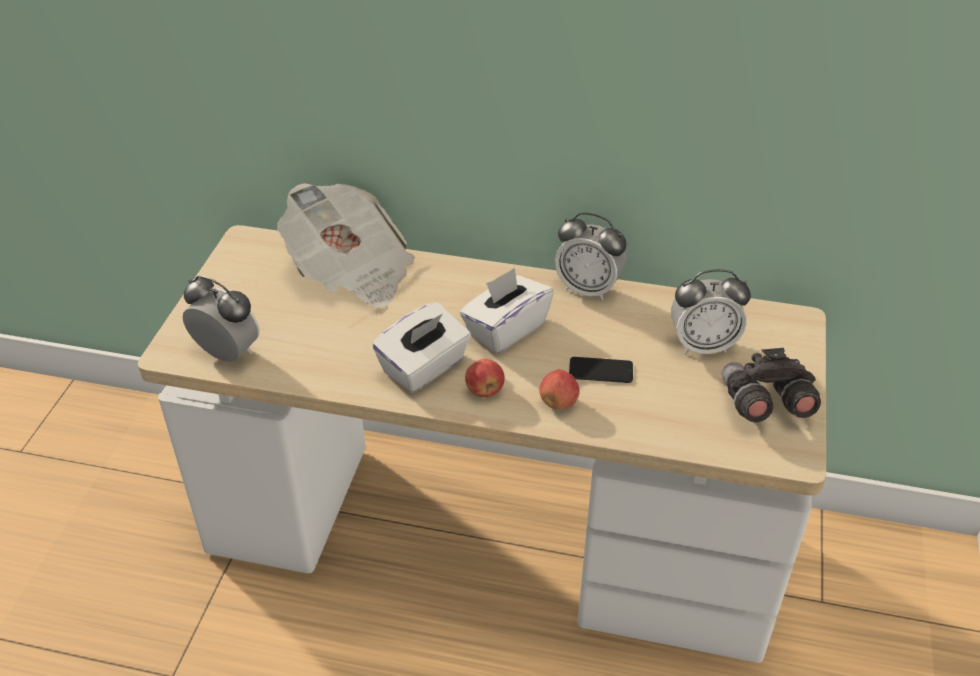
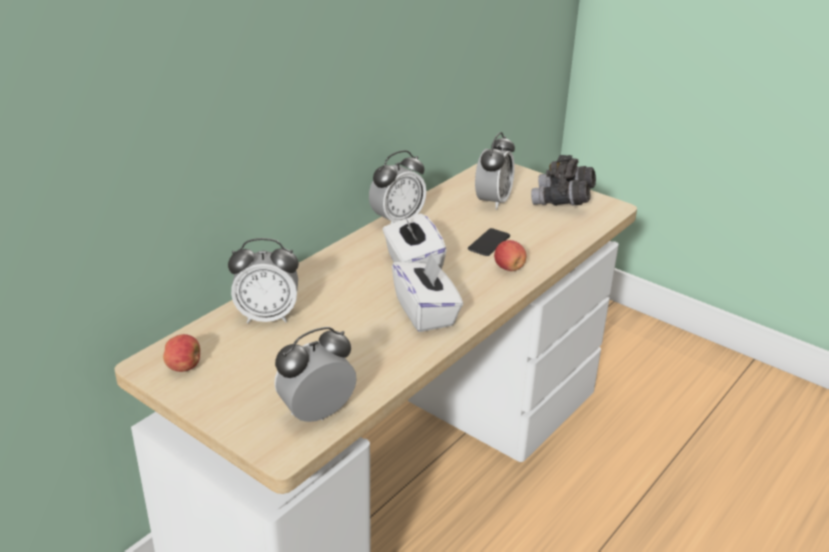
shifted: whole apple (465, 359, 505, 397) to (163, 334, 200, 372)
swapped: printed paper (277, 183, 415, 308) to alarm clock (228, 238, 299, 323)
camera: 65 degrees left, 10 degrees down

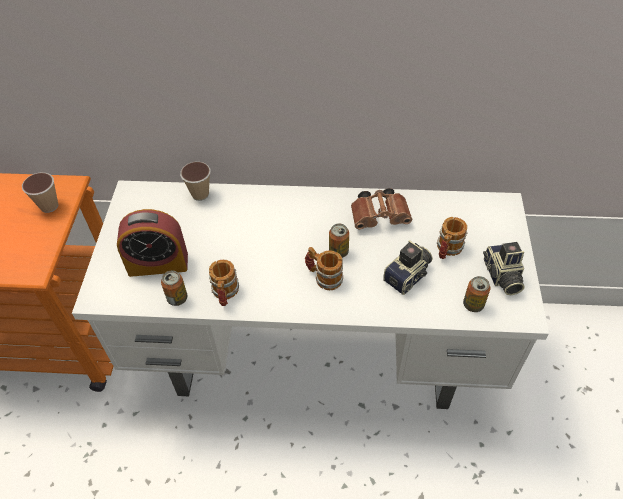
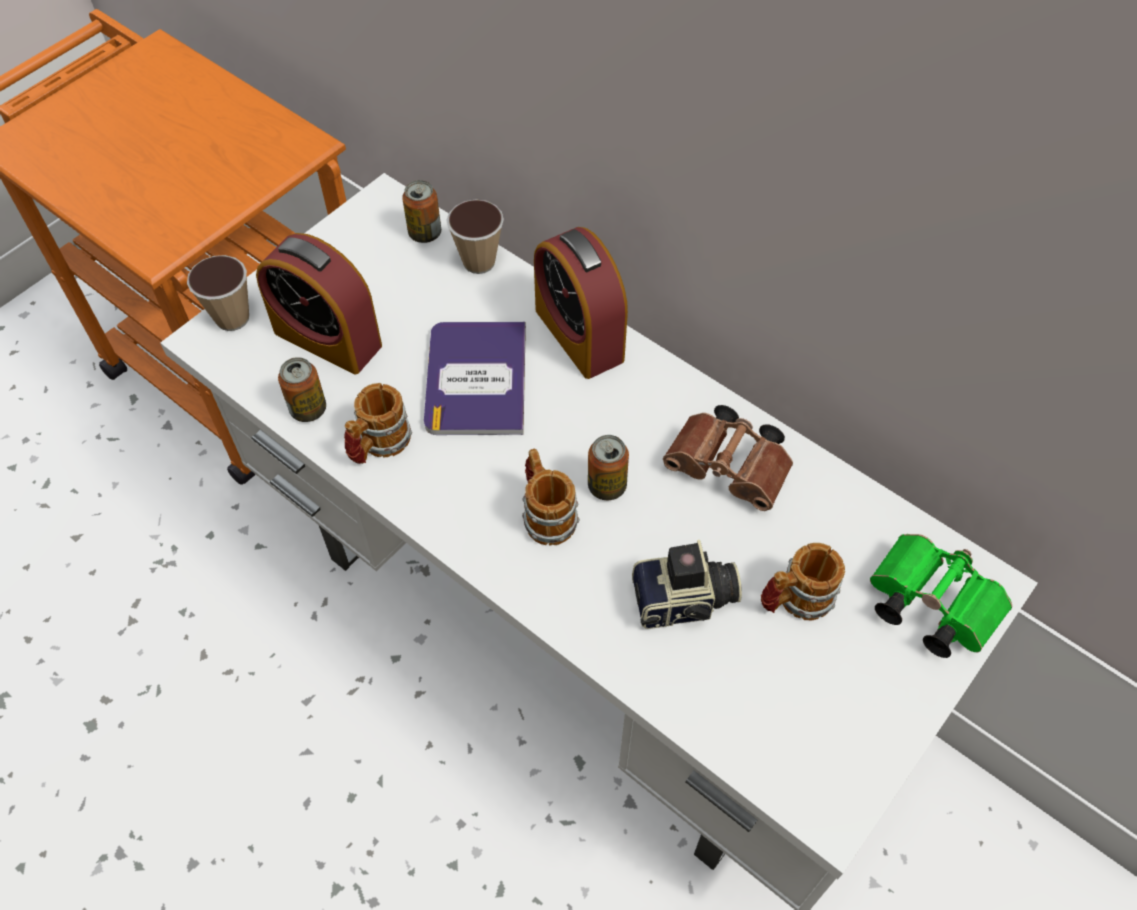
gone: still camera (483, 242, 525, 295)
new: volume (424, 322, 526, 435); alarm clock (534, 227, 628, 379); field glasses/green (870, 534, 1012, 658)
shifted: drinking cup (22, 173, 58, 213) to (187, 255, 249, 331); sealed can (463, 276, 490, 312) to (402, 180, 441, 243)
camera: 35 degrees right, 5 degrees up

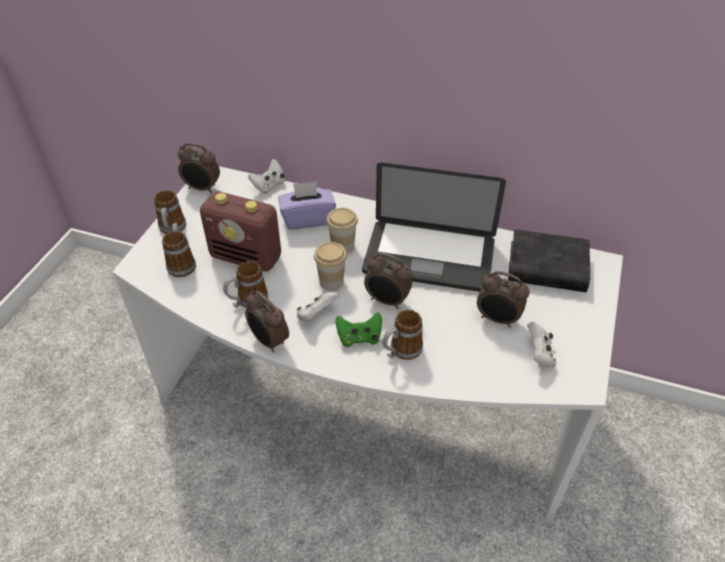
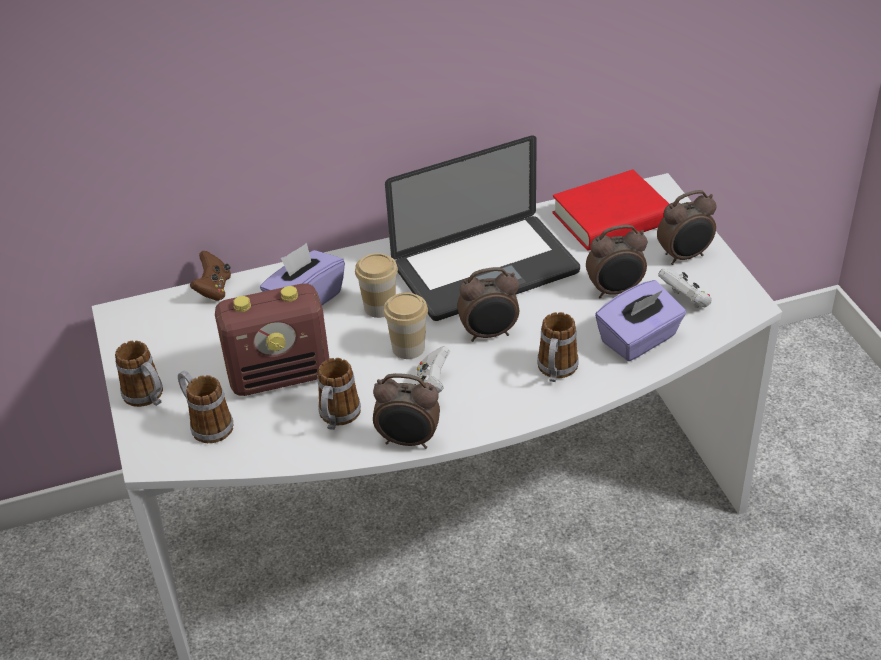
gone: gamepad/green (336, 312, 382, 347)
new: tissue box/purple (595, 280, 686, 361)
shifted: alarm clock (178, 143, 220, 193) to (657, 190, 717, 265)
repainted: gamepad/whitish (248, 159, 285, 194) to gamepad/brown-coloured (190, 251, 231, 301); volume/black (508, 229, 590, 292) to volume/red (552, 169, 669, 251)
camera: 35 degrees left, 5 degrees down

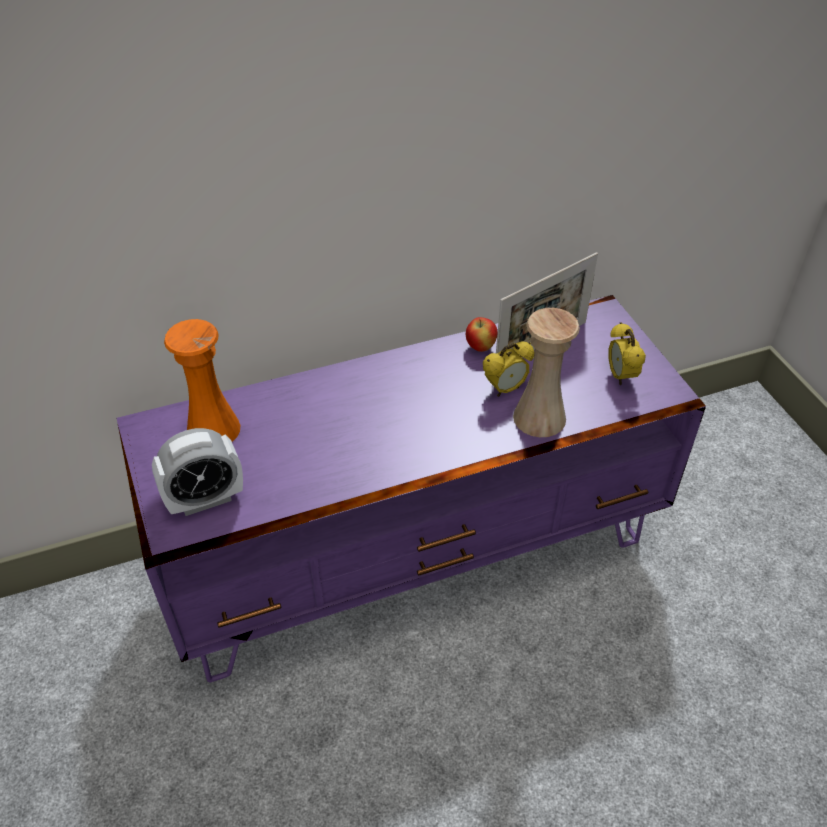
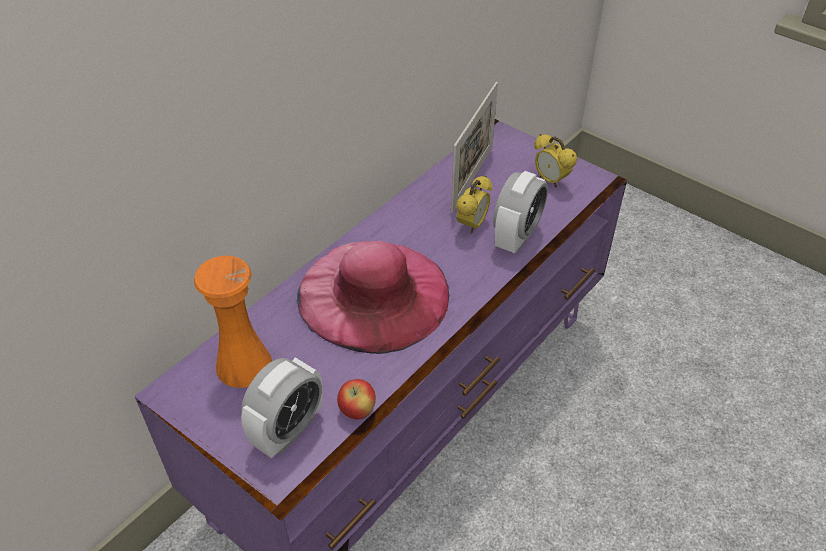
new: clothing hat/pink-coloured (297, 241, 449, 354)
shifted: whole apple (466, 317, 498, 352) to (337, 379, 376, 419)
swapped: flower vase/beige (513, 308, 580, 437) to alarm clock (493, 171, 548, 253)
camera: 30 degrees left, 0 degrees up

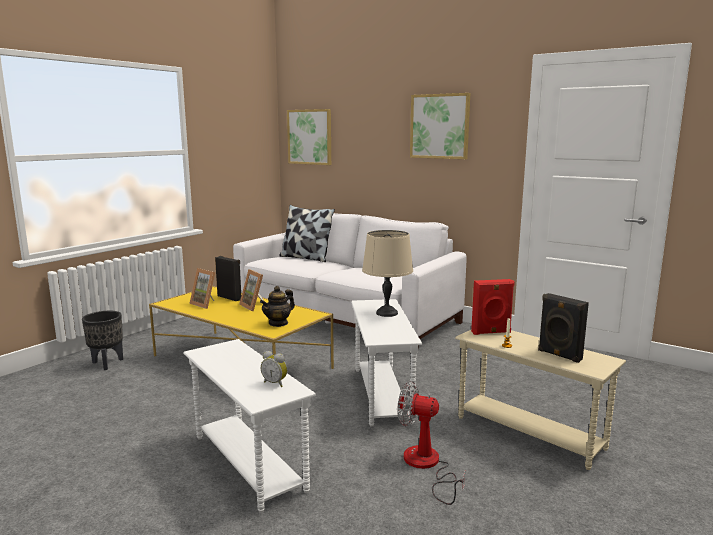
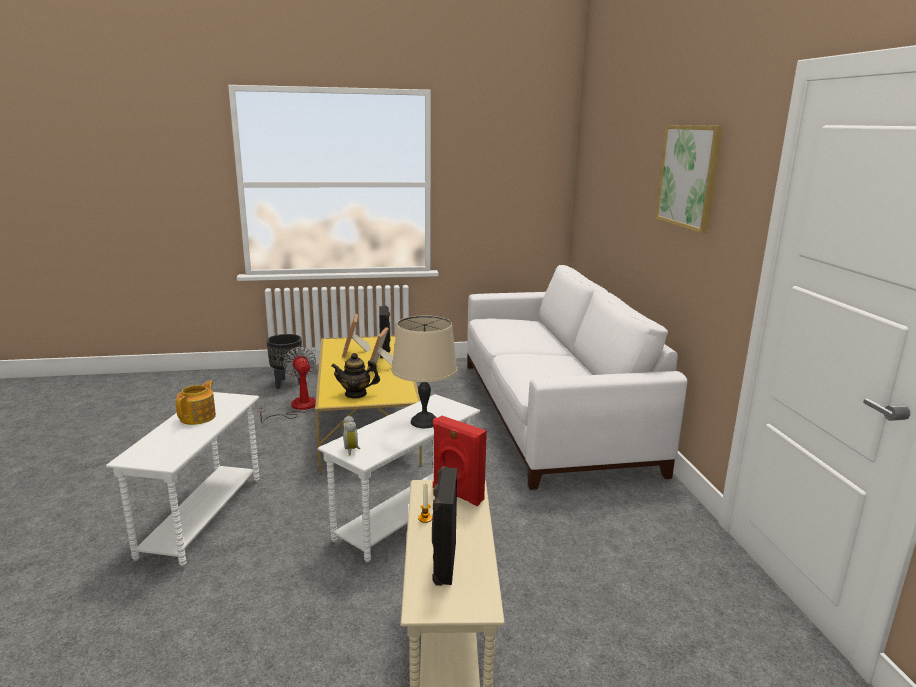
gone: cushion (280, 205, 335, 262); wall art (287, 109, 331, 165)
new: pot for tea (175, 381, 216, 425)
shifted: alarm clock (261, 351, 287, 387) to (343, 416, 360, 456); fan (397, 381, 466, 505) to (257, 347, 316, 423)
camera: 45 degrees right, 5 degrees up

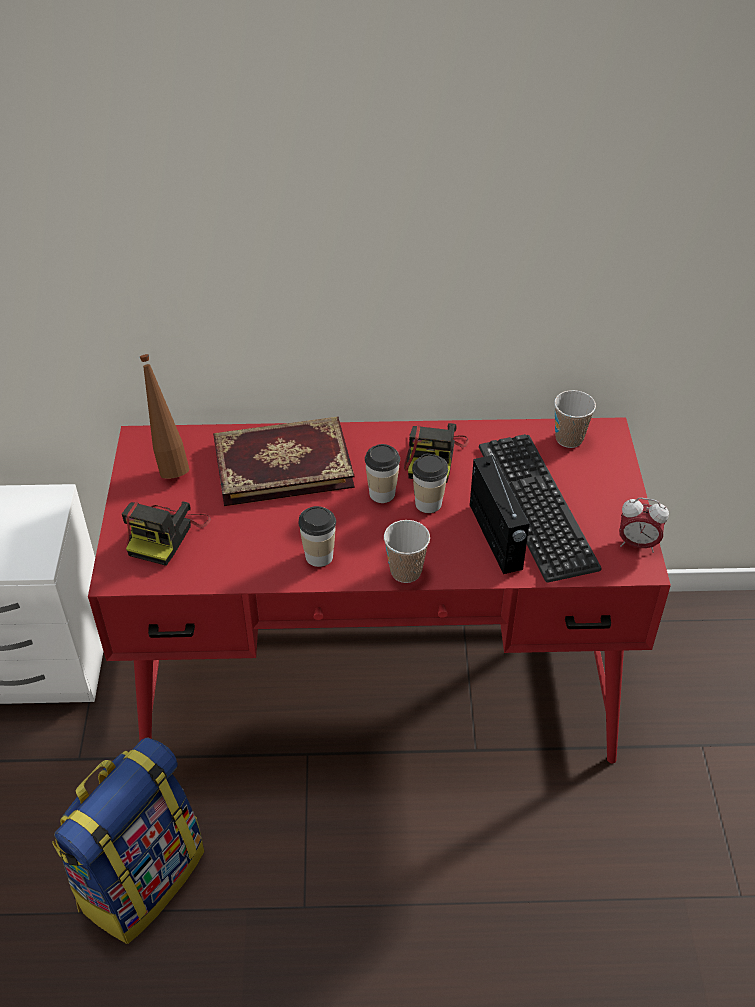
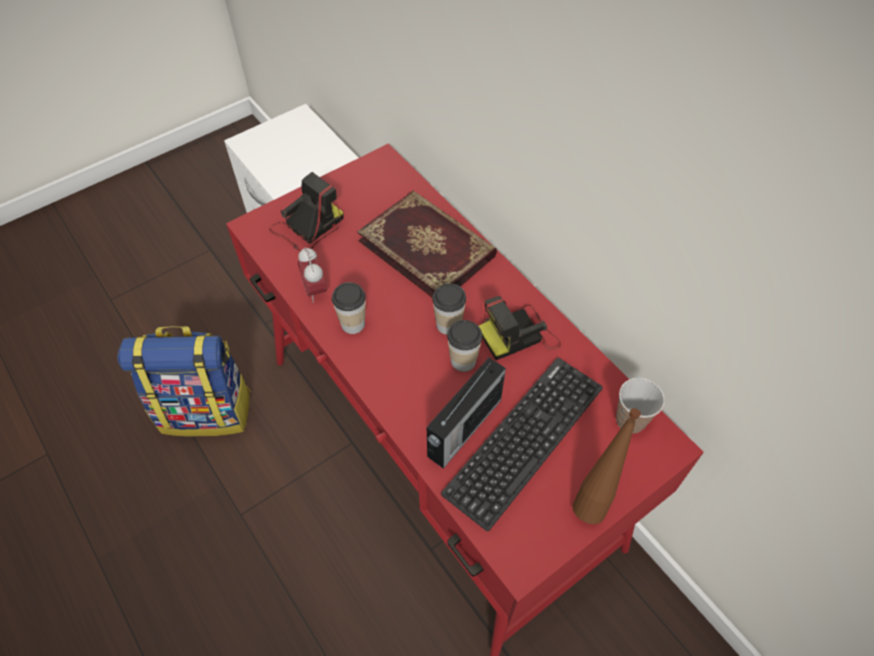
gone: drinking cup (384, 520, 430, 583)
shifted: beverage bottle/brown-coloured (140, 354, 190, 479) to (572, 408, 641, 524); alarm clock (619, 498, 669, 553) to (298, 247, 327, 303)
rotated: still camera (122, 501, 211, 566) = (269, 172, 344, 252) 150 degrees clockwise
camera: 55 degrees right, 10 degrees up

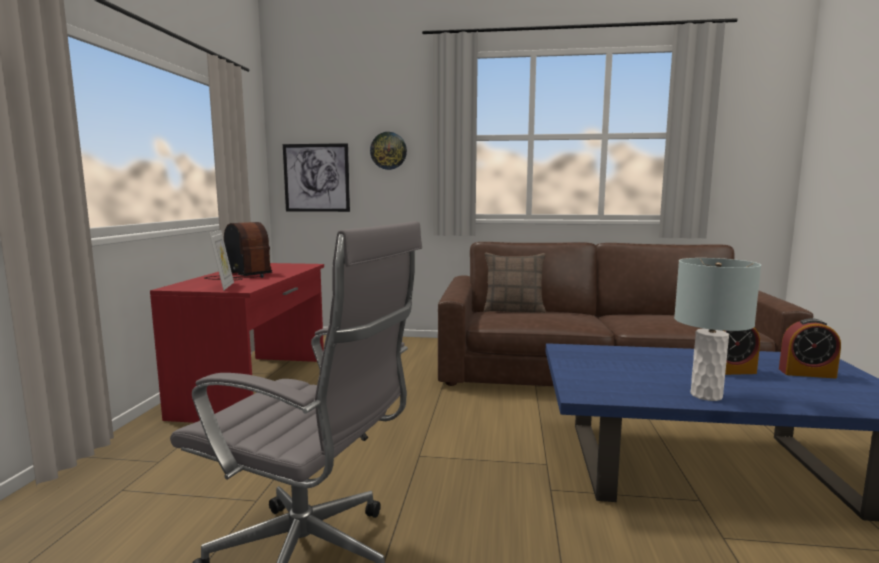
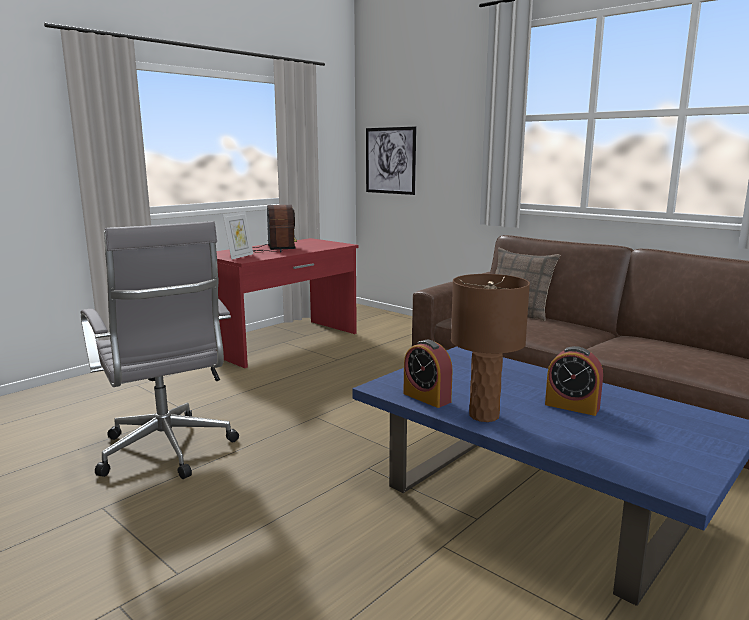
gone: wall clock (370, 132, 407, 170)
shifted: alarm clock (779, 318, 841, 379) to (404, 340, 453, 408)
repainted: lamp for a table/gray (674, 258, 761, 401) to lamp for a table/brown-coloured (451, 274, 530, 422)
camera: 35 degrees right, 5 degrees up

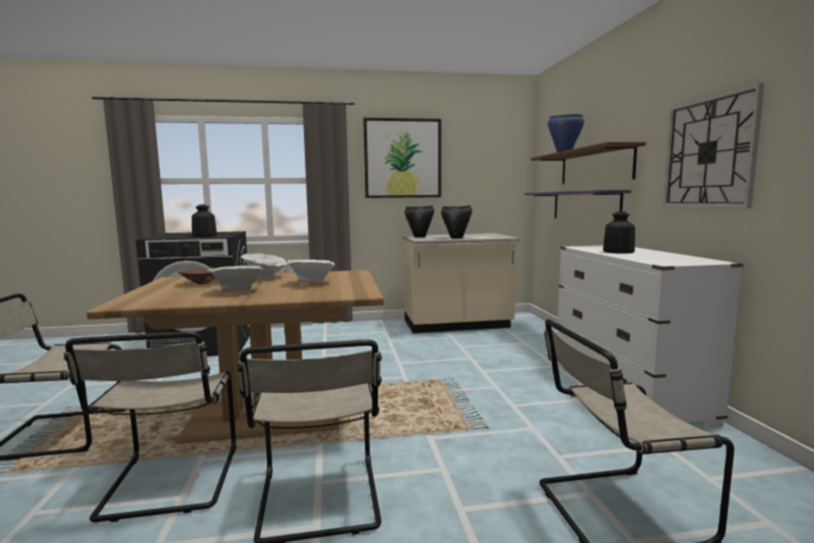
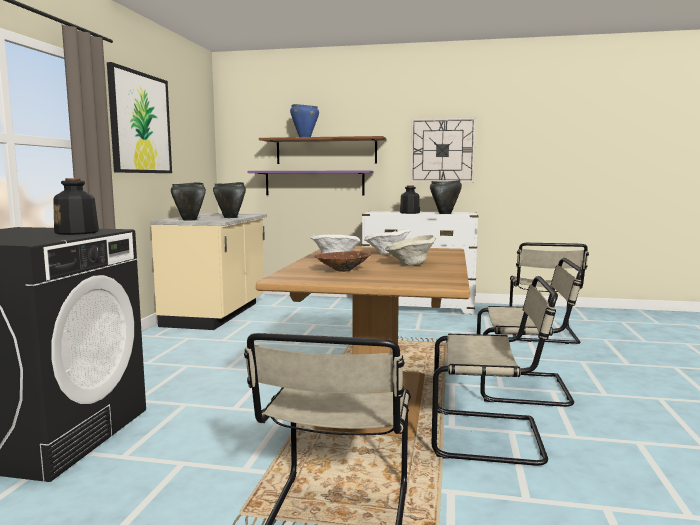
new: saucepot/black (430, 180, 462, 214)
camera: 70 degrees left, 0 degrees up

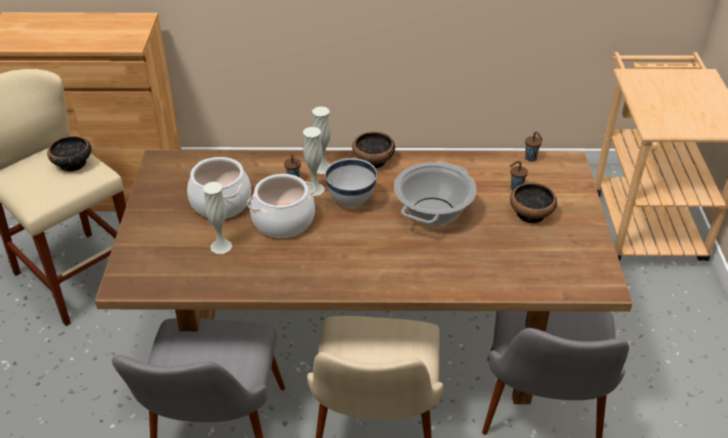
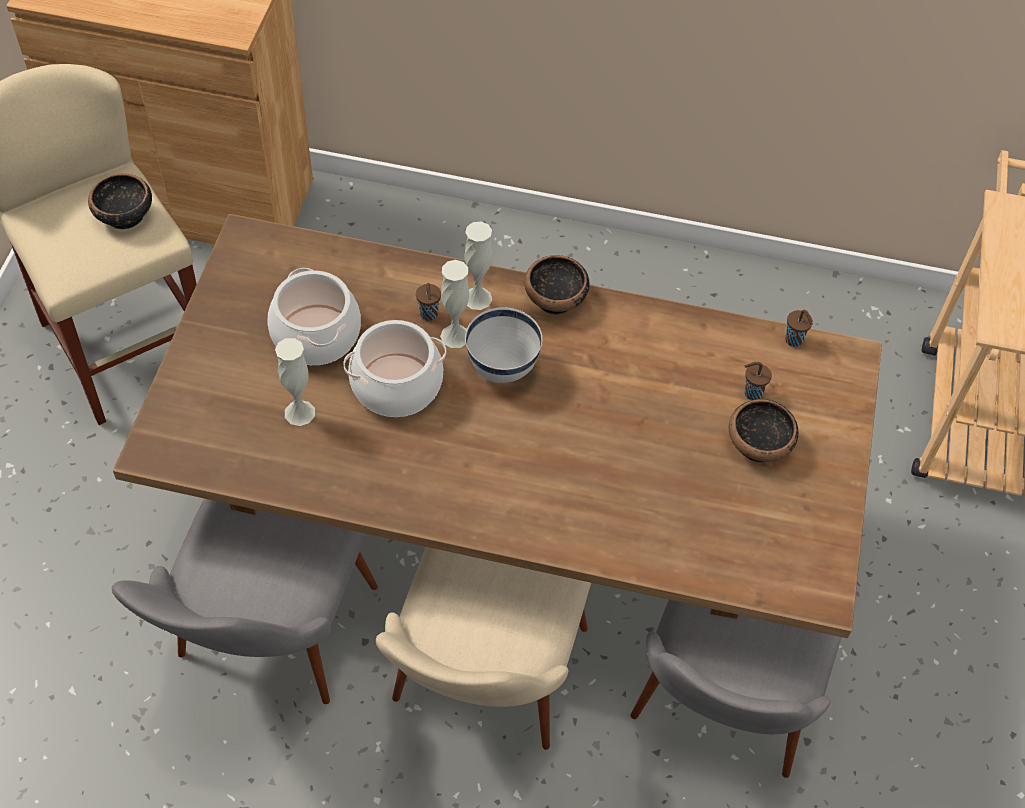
gone: saucepot (394, 162, 477, 226)
camera: 10 degrees right, 15 degrees up

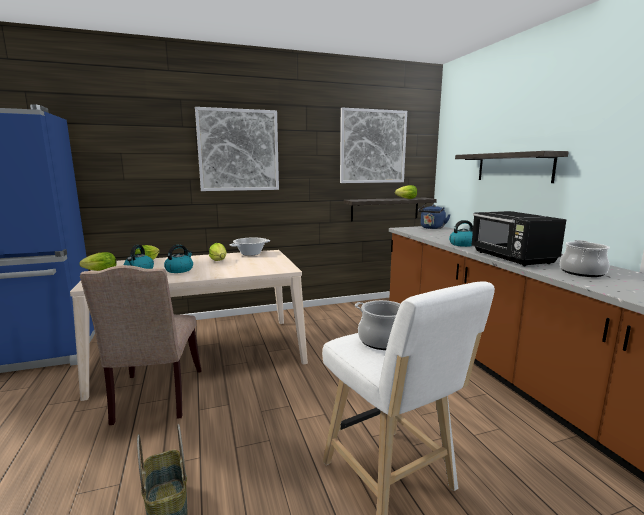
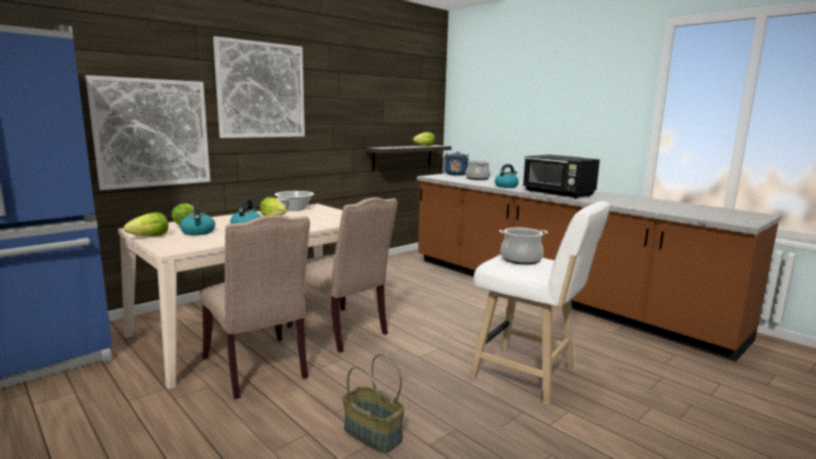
gone: bracket shelf (455, 151, 569, 183)
new: upright chair/beige (287, 197, 398, 353)
shifted: wall art (340, 108, 407, 183) to (86, 75, 210, 190); saucepot (560, 240, 610, 277) to (466, 160, 491, 180)
camera: 25 degrees left, 0 degrees up

